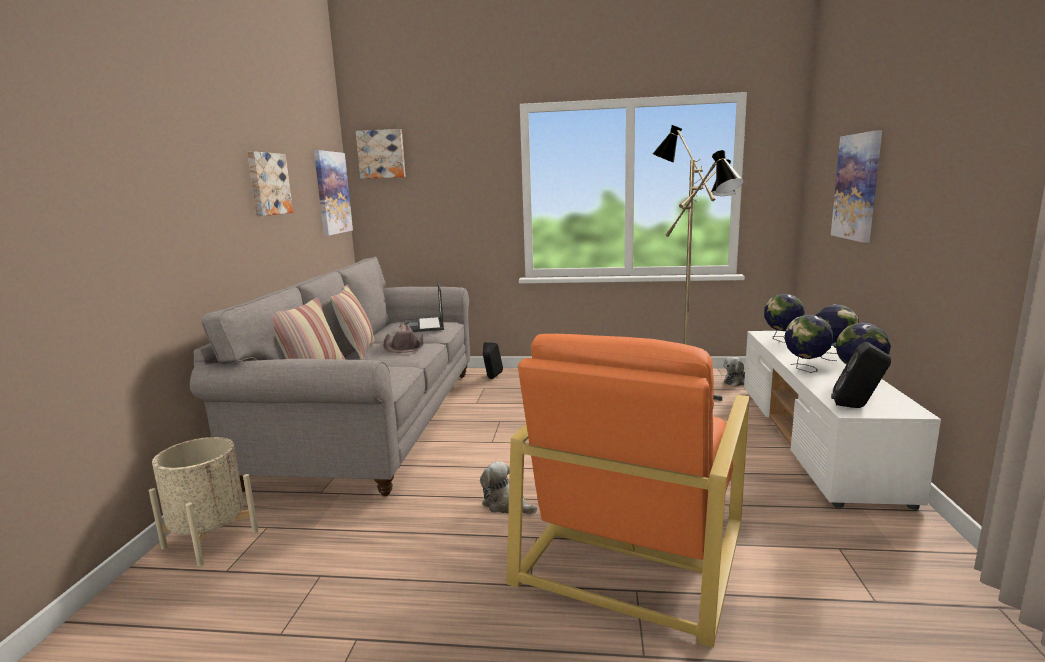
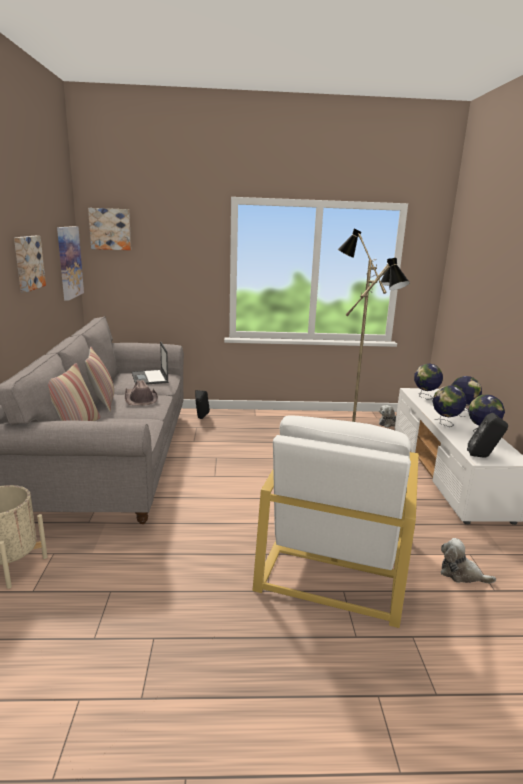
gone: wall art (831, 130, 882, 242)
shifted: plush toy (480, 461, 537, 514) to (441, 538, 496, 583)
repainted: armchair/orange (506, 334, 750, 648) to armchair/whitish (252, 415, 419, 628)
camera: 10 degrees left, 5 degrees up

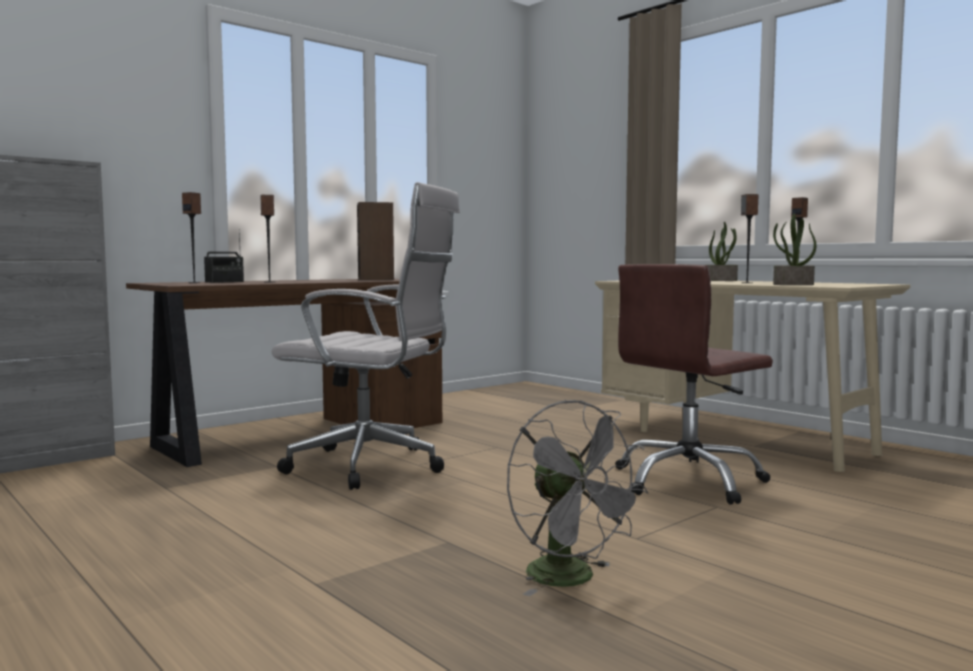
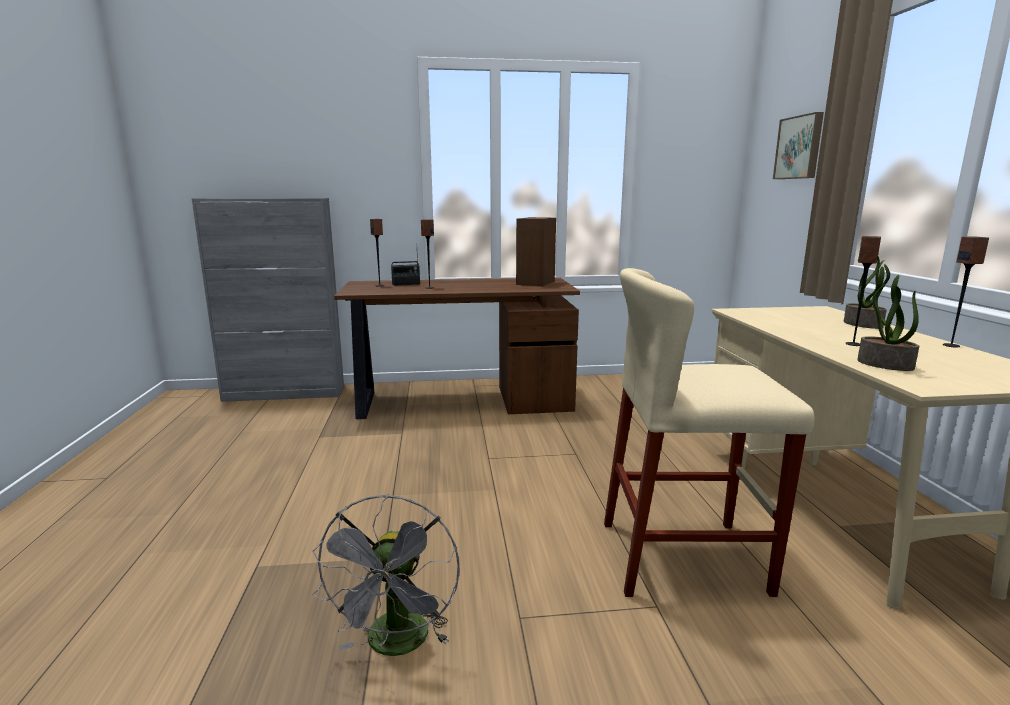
gone: desk chair/whitish (272, 182, 460, 490)
new: wall art (773, 112, 824, 179)
swapped: desk chair/brown-coloured (615, 264, 773, 505) to stool/beige (604, 268, 814, 597)
camera: 35 degrees right, 10 degrees up

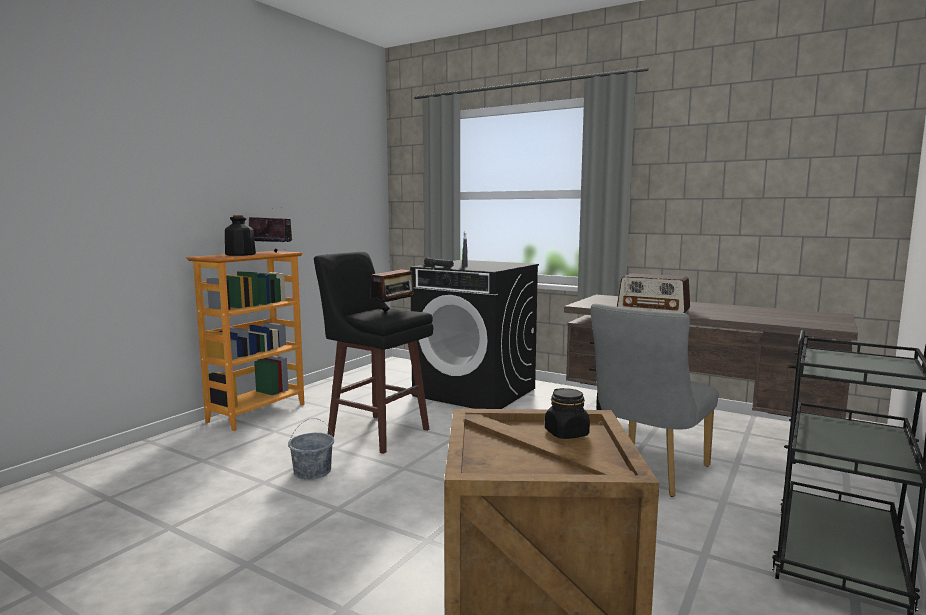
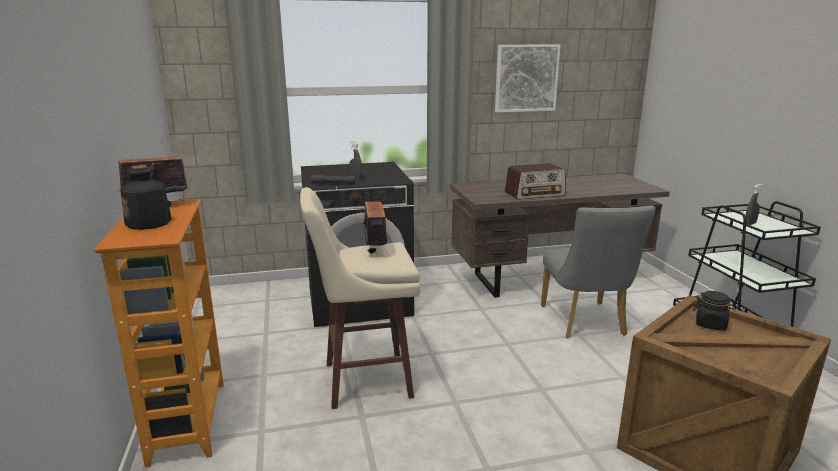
gone: water bucket/gray (288, 418, 334, 480)
new: wall art (495, 45, 561, 112); sprayer/gray (745, 184, 763, 225)
repainted: stool/black (314, 252, 433, 454) to stool/beige (300, 187, 420, 409)
camera: 45 degrees left, 10 degrees up

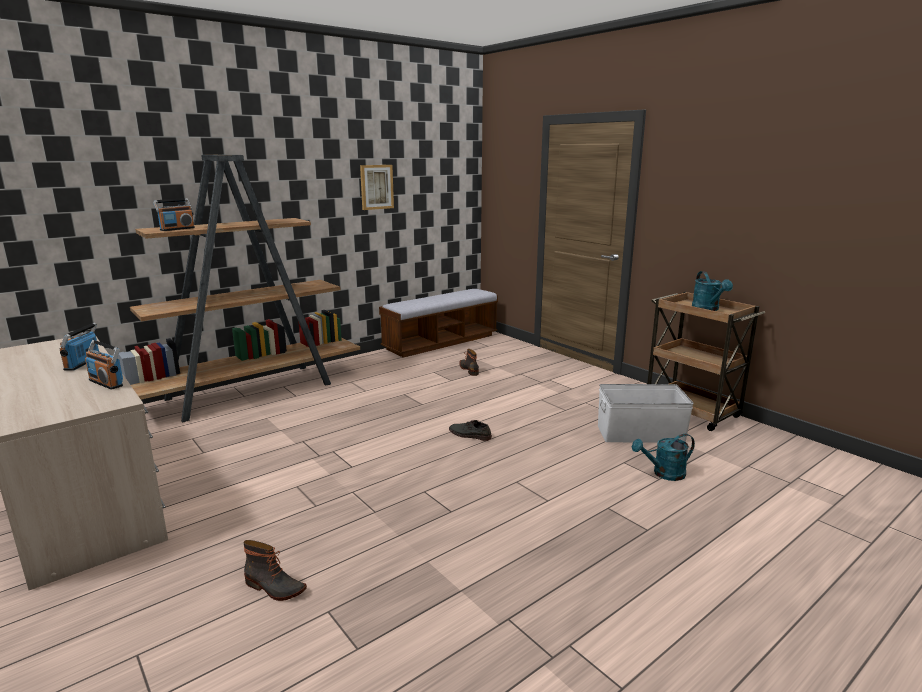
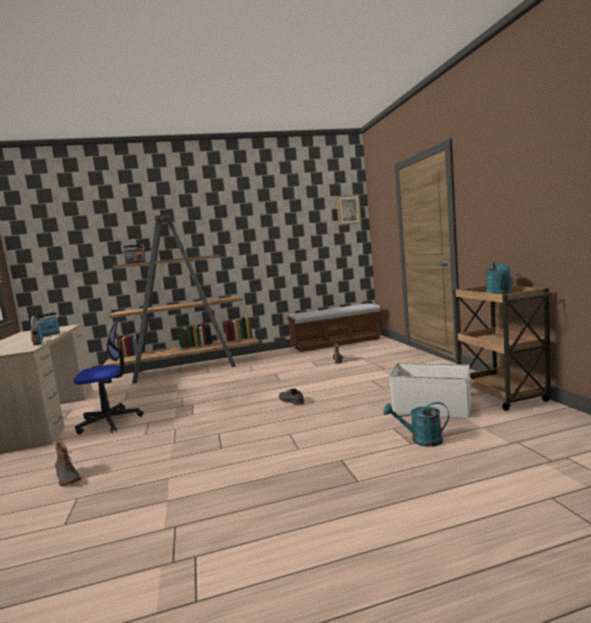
new: desk chair (73, 319, 144, 435)
shifted: wall art (360, 165, 394, 210) to (336, 194, 361, 225)
camera: 25 degrees right, 10 degrees down

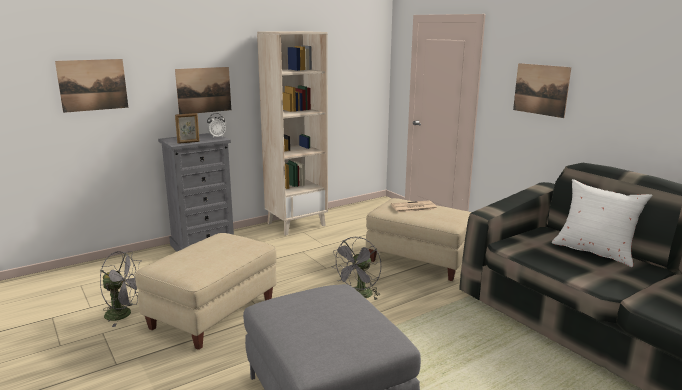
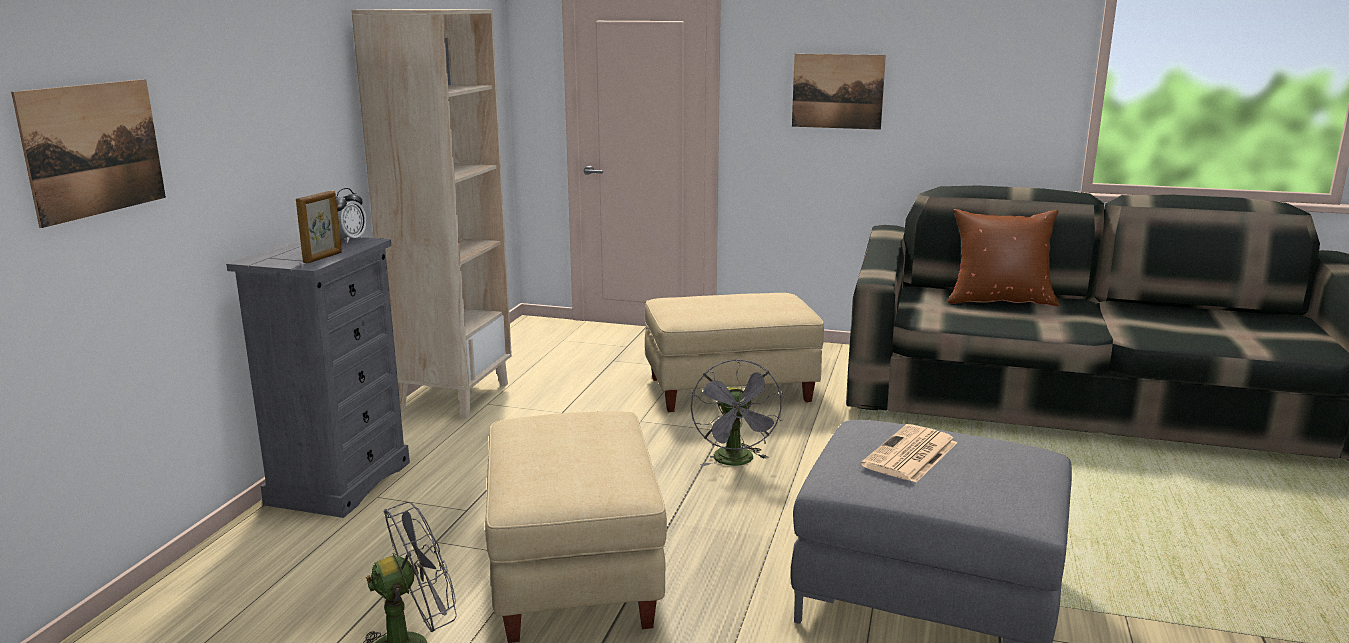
gone: wall art (175, 67, 231, 114)
shifted: printed paper (391, 200, 437, 213) to (861, 424, 958, 483)
repainted: cushion/whitish (552, 179, 653, 267) to cushion/brown-coloured (948, 209, 1059, 306)
camera: 40 degrees left, 0 degrees up

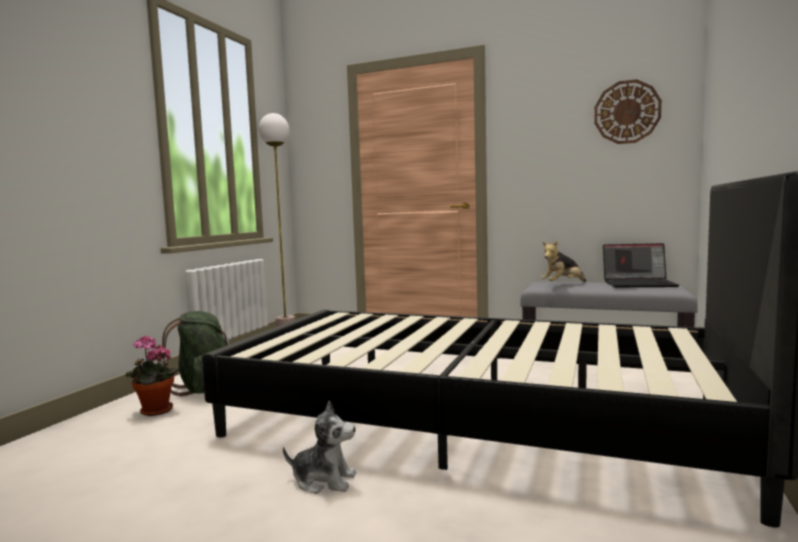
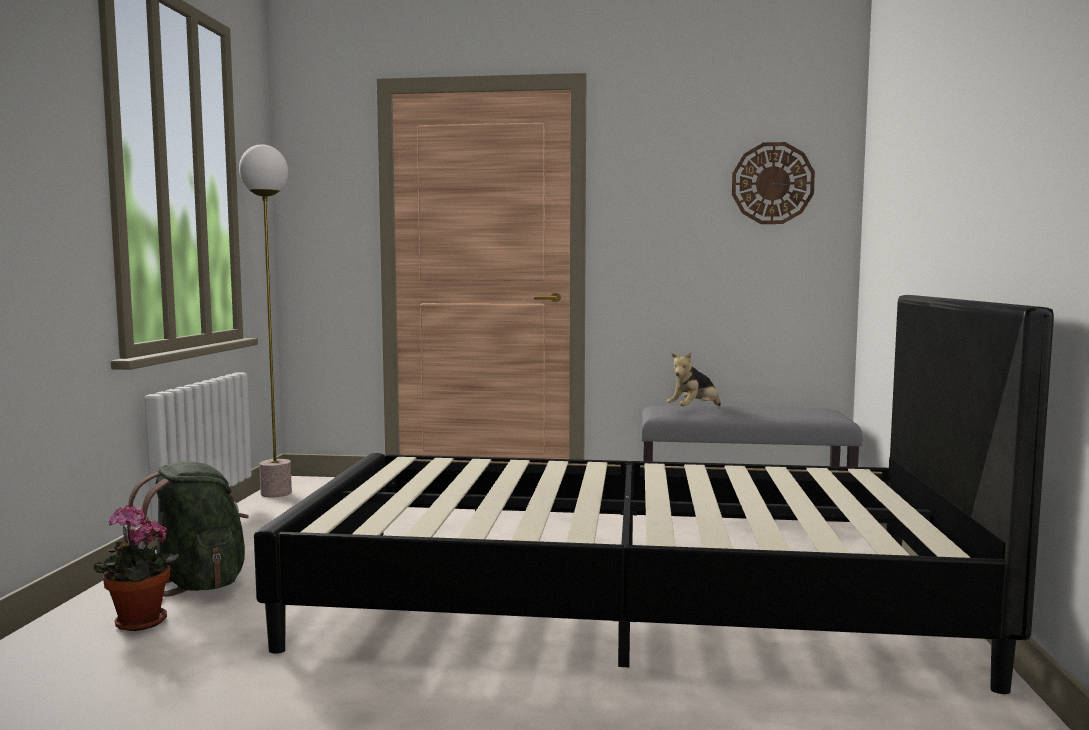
gone: plush toy (283, 401, 356, 494); portable computer (603, 243, 679, 287)
camera: 15 degrees left, 0 degrees up

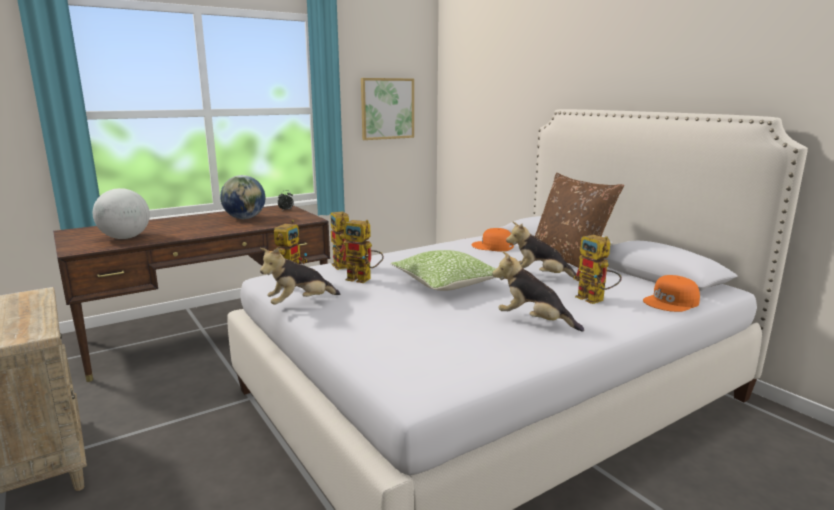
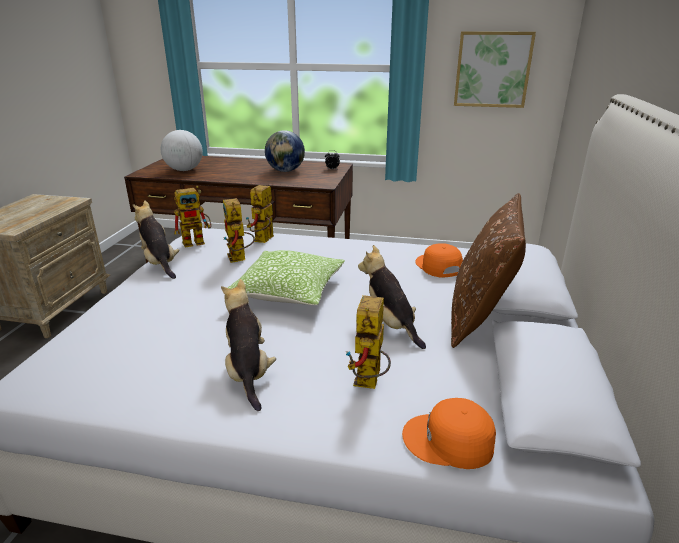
rotated: plush toy (260, 248, 340, 305) = (133, 200, 179, 279) 45 degrees clockwise
camera: 45 degrees right, 10 degrees up

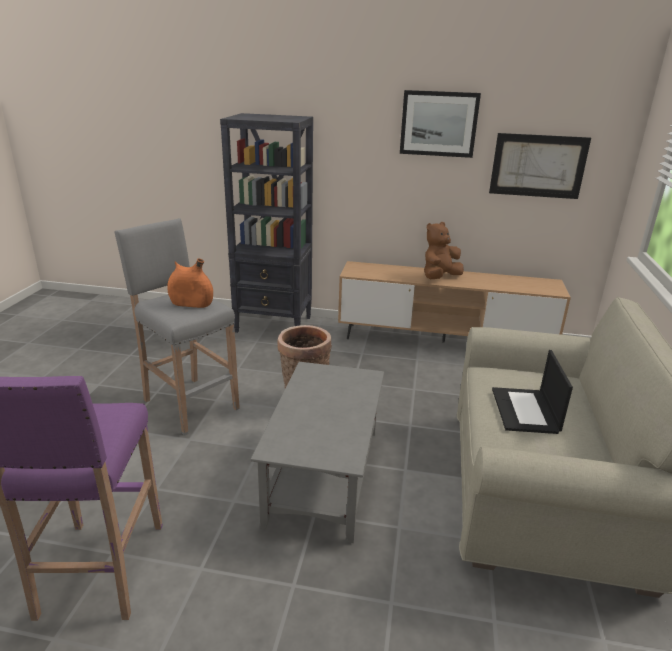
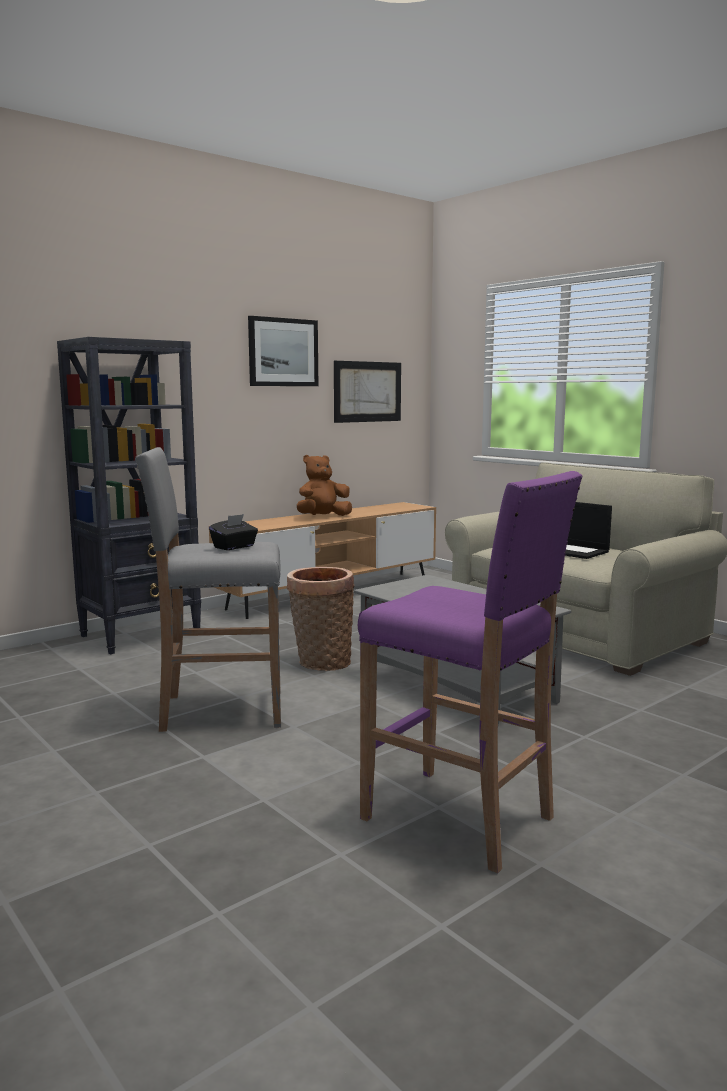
swapped: flower vase/orange (167, 258, 213, 308) to tissue box/black (209, 514, 258, 550)
rotated: plush toy/brown-coloured (424, 222, 464, 279) = (297, 455, 352, 516) 60 degrees clockwise
camera: 50 degrees left, 15 degrees down

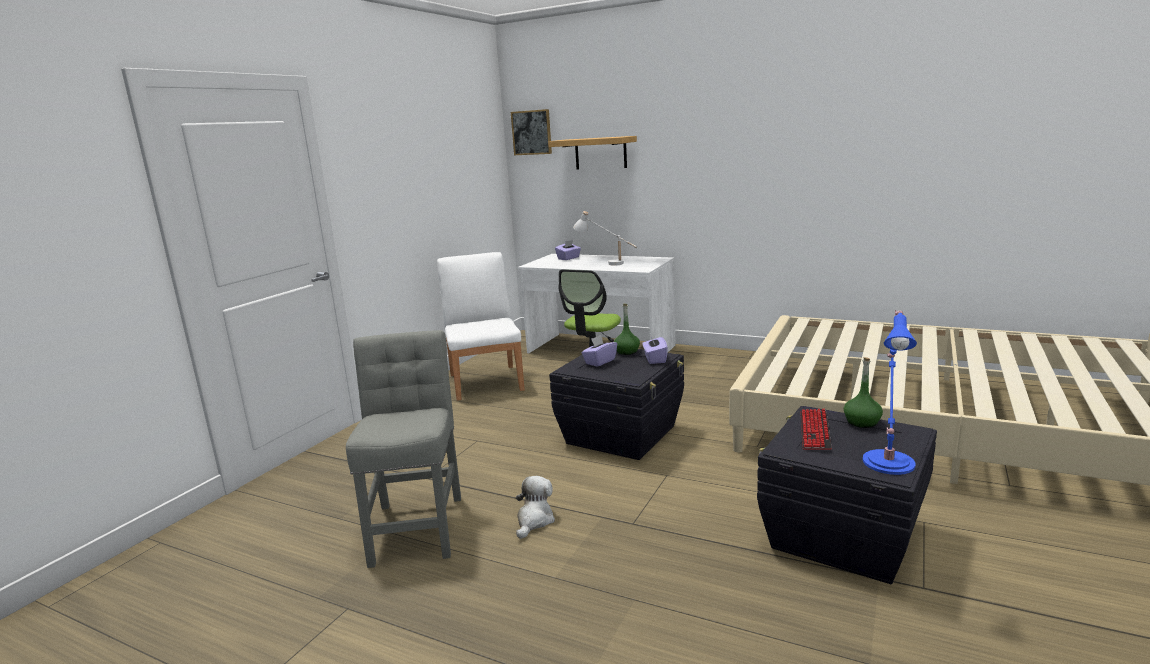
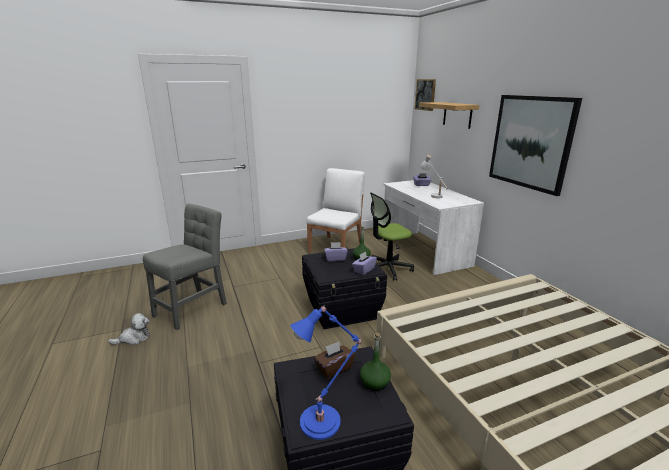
new: wall art (489, 95, 582, 196)
shifted: plush toy (516, 476, 555, 539) to (108, 313, 150, 345)
swapped: computer keyboard (800, 409, 832, 450) to tissue box/brown-coloured (314, 342, 355, 379)
camera: 40 degrees right, 5 degrees up

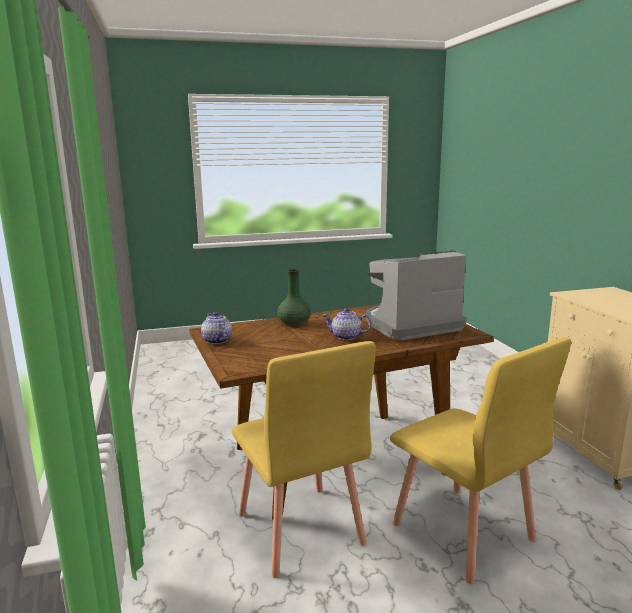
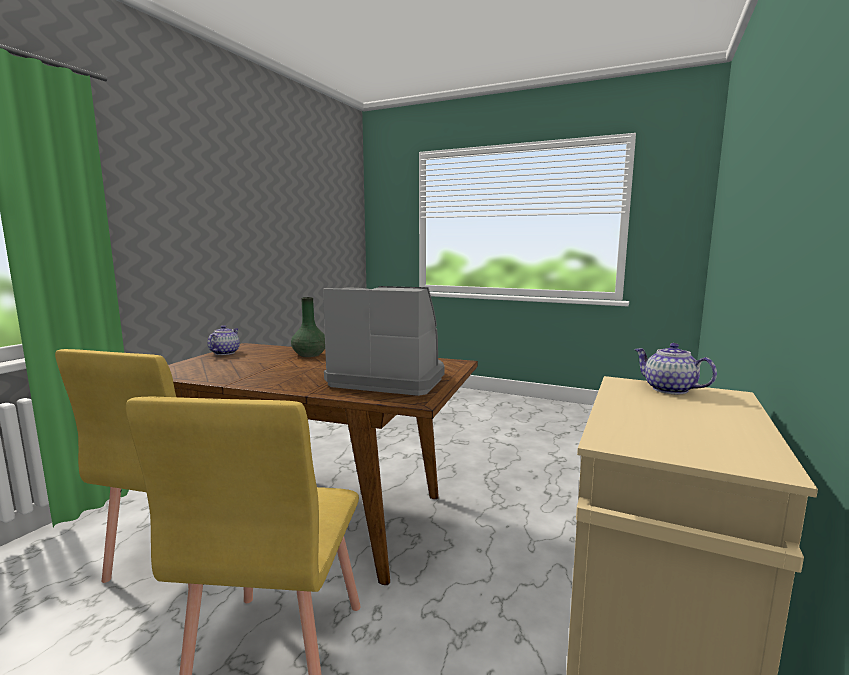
shifted: pot for tea (322, 308, 372, 340) to (634, 343, 717, 394)
camera: 40 degrees right, 5 degrees down

